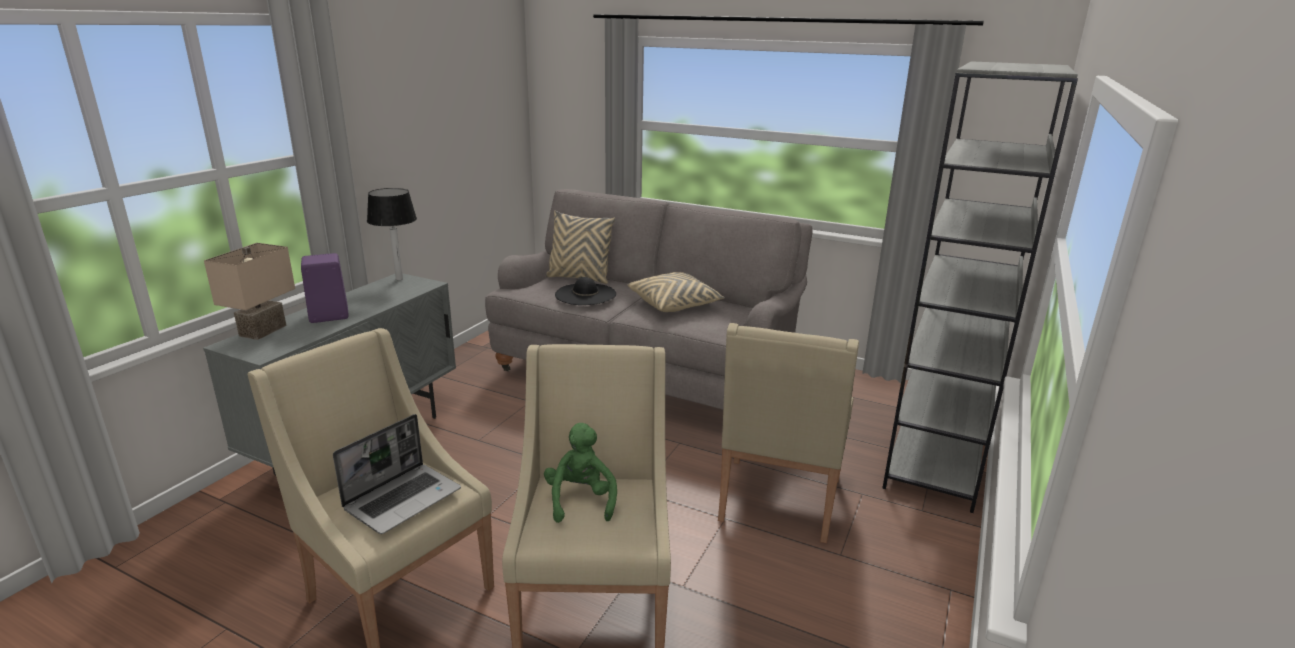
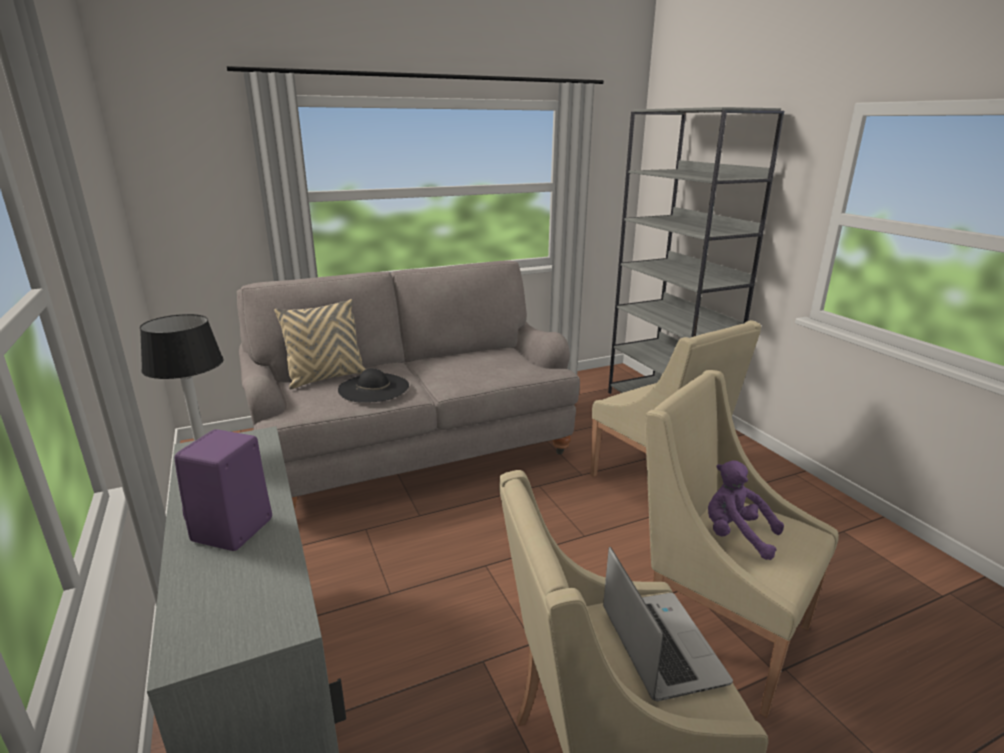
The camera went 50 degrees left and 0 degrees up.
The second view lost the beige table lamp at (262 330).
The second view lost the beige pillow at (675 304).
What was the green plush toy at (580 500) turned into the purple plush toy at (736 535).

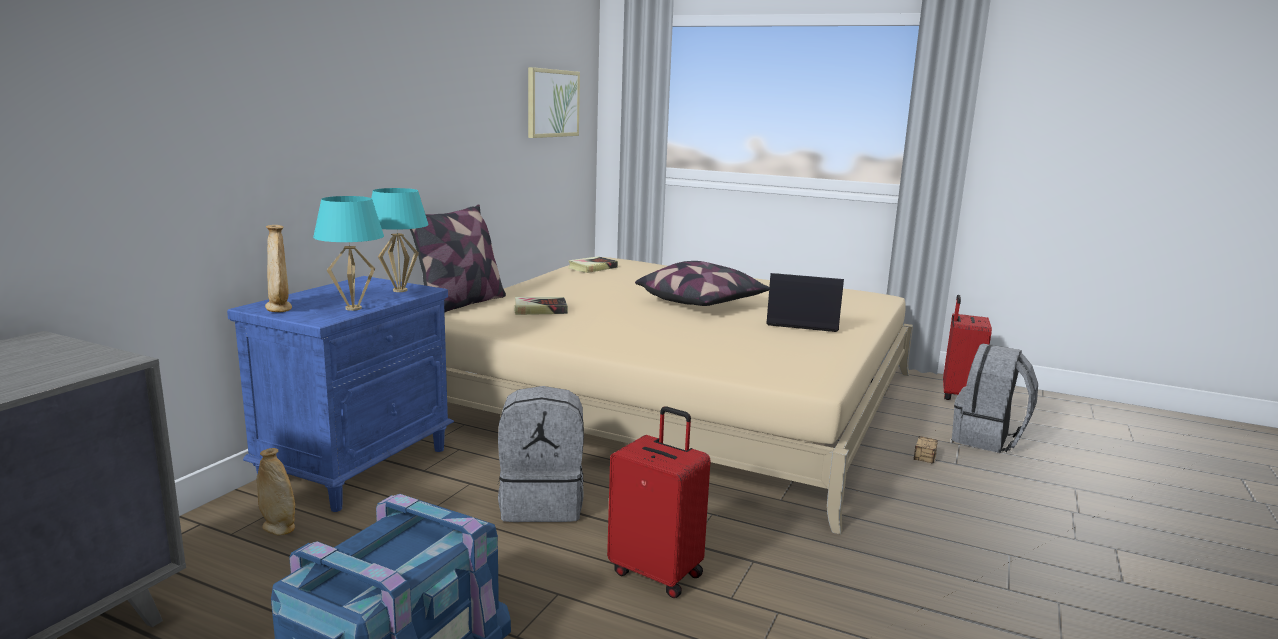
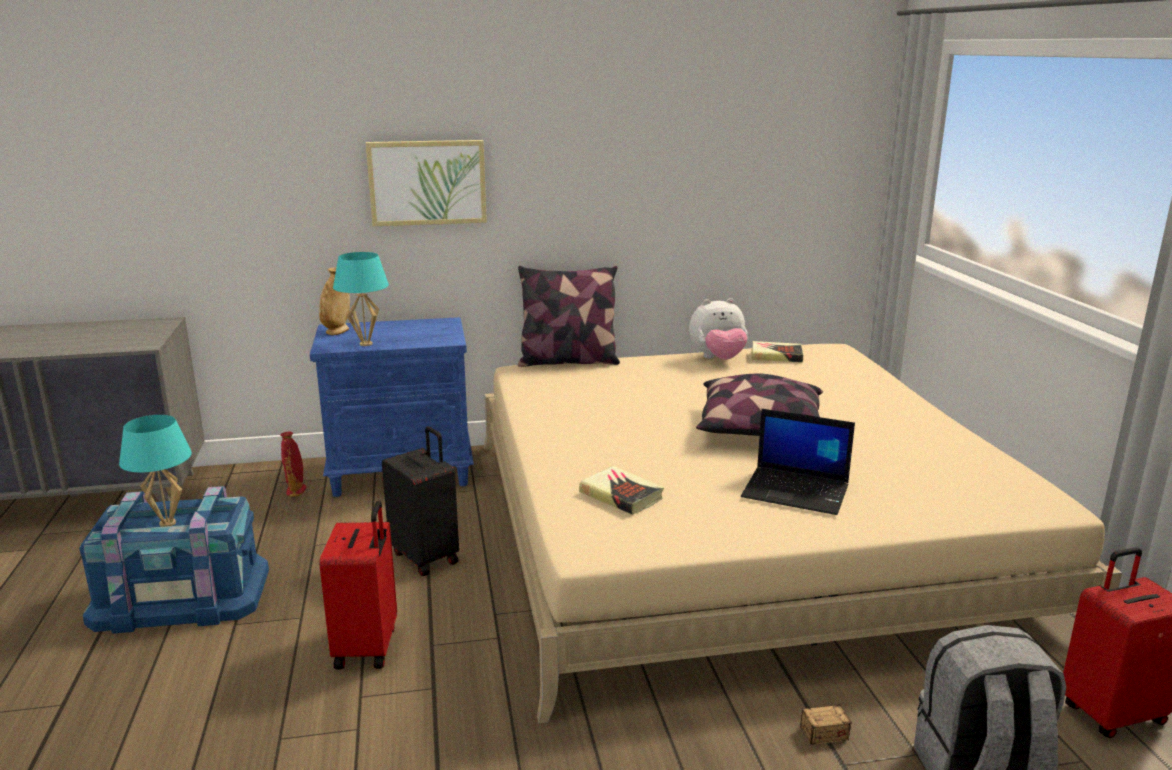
The camera went 55 degrees right and 5 degrees up.
The second view gained the plush toy at (718 359).
The turquoise table lamp ended up elsewhere, having gone from (400 290) to (168 523).
The book ended up elsewhere, having gone from (540 310) to (621 495).
The picture ended up elsewhere, having gone from (552 103) to (427 182).
Where the grey backpack stood at (542 503), the black suitcase came to stand at (426 557).
What was the beige vase at (278 528) turned into the red vase at (296 491).
The laptop at (801 322) ended up facing another way, 135 degrees clockwise from before.

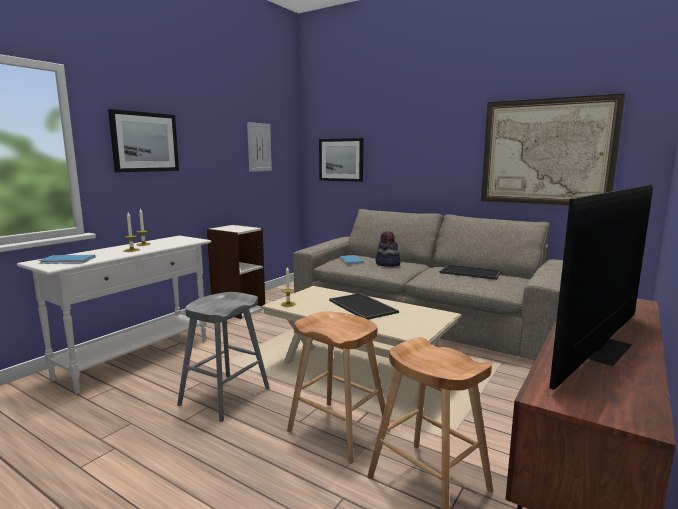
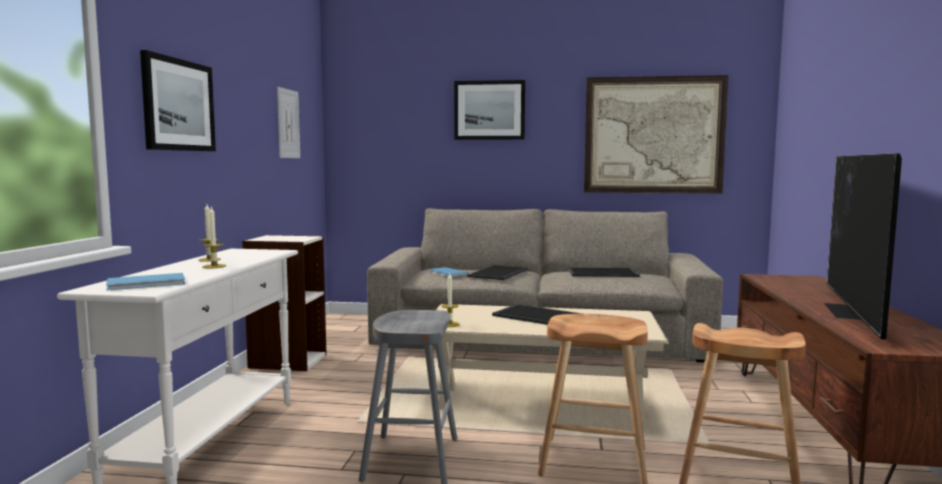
The camera went 25 degrees left and 5 degrees down.
The picture ended up elsewhere, having gone from (341 160) to (489 110).
Where the hat stood at (387 264), the tray came to stand at (498 273).

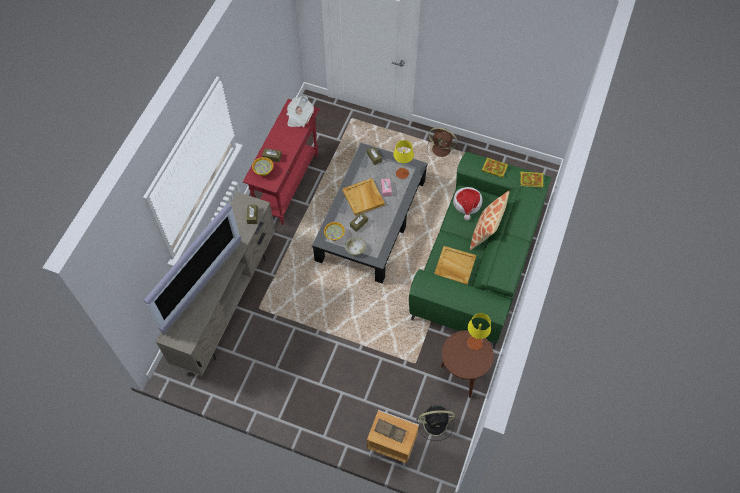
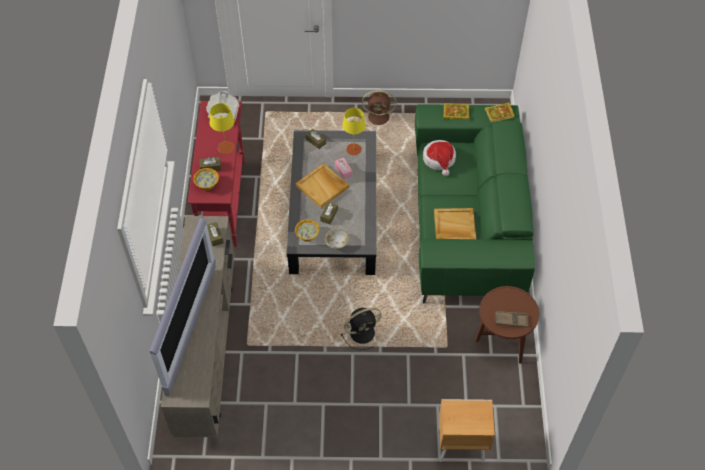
The camera went 20 degrees left and 5 degrees down.
The second view lost the pillow at (486 232).
The brown tray ended up elsewhere, having gone from (390 431) to (511 320).
The black fan ended up elsewhere, having gone from (436 424) to (363 332).
The yellow table lamp ended up elsewhere, having gone from (475 342) to (226 147).

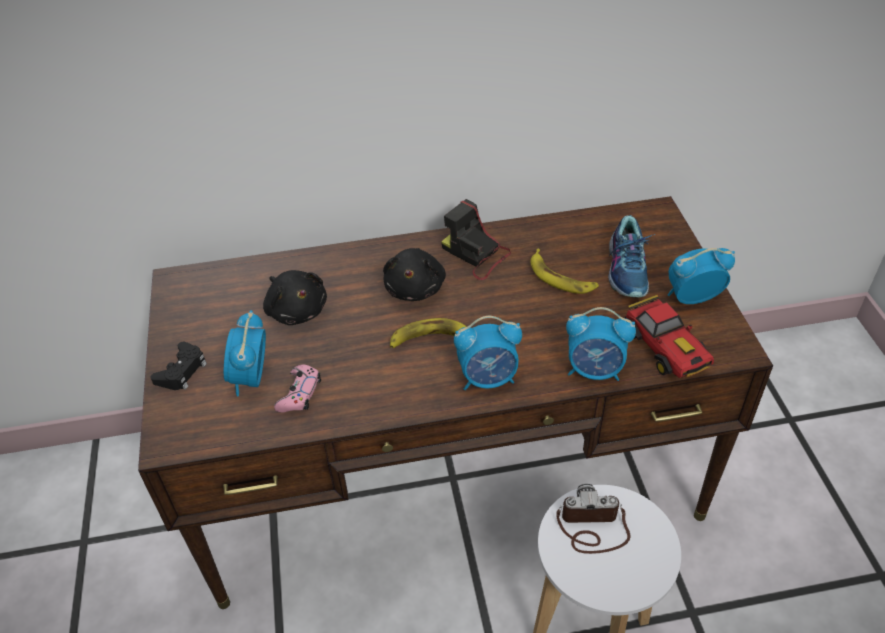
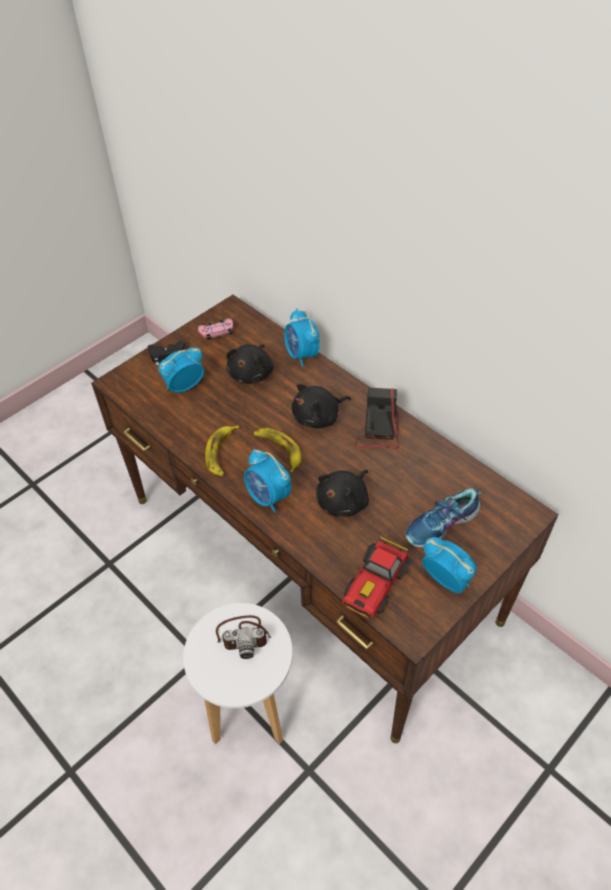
The camera went 55 degrees right and 5 degrees up.
The second view gained the black plush toy at (344 501).
The pink game controller ended up elsewhere, having gone from (299 394) to (217 332).
The banana ended up elsewhere, having gone from (561 278) to (221 453).
The alarm clock ended up elsewhere, having gone from (595 370) to (301 355).
The photo camera at (592 528) ended up facing another way, 120 degrees clockwise from before.

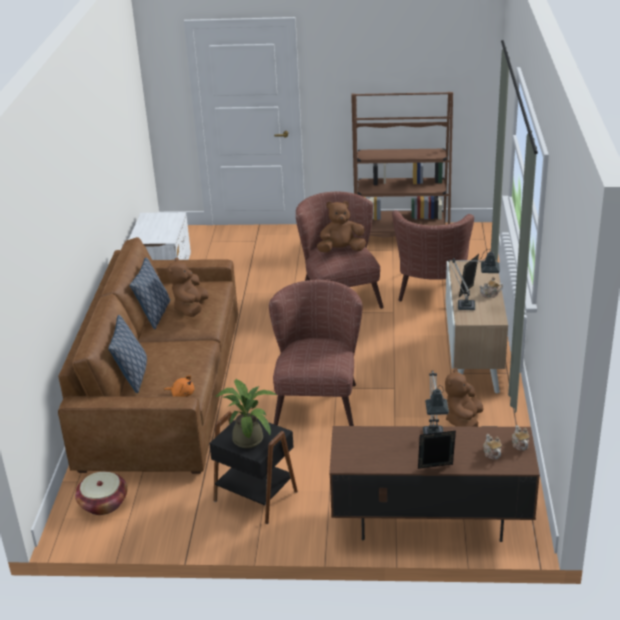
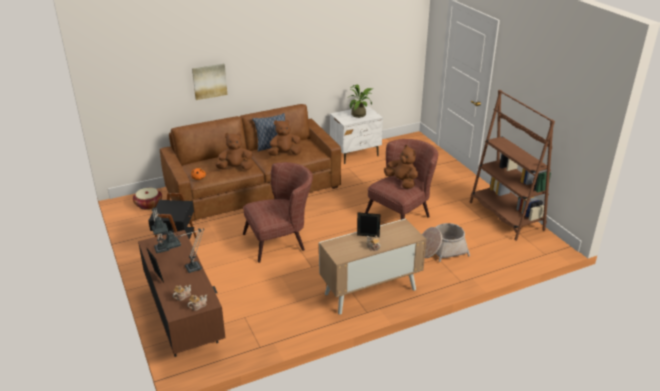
The camera went 60 degrees right and 0 degrees up.
The second view lost the pillow at (133 377).
The second view gained the picture at (209 81).
The potted plant ended up elsewhere, having gone from (248 437) to (360 114).
The brown plush toy ended up elsewhere, having gone from (463 422) to (235 168).
The table lamp ended up elsewhere, having gone from (471 306) to (162 251).
Where the brown armchair stood at (432 293), the basket came to stand at (441 250).

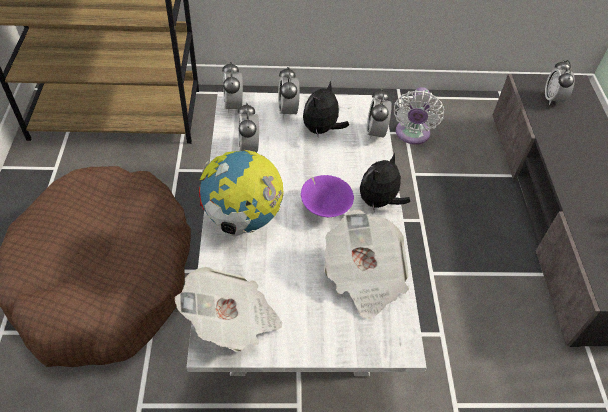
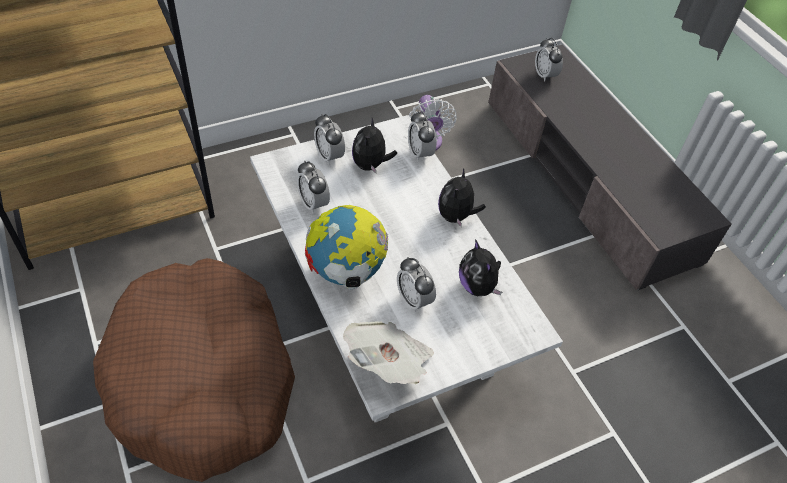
The camera went 25 degrees left and 0 degrees up.
The second view lost the purple bowl at (325 207).
The alarm clock ended up elsewhere, having gone from (233 106) to (414 300).
Where the newspaper stood at (364 277), the plush toy came to stand at (478 286).

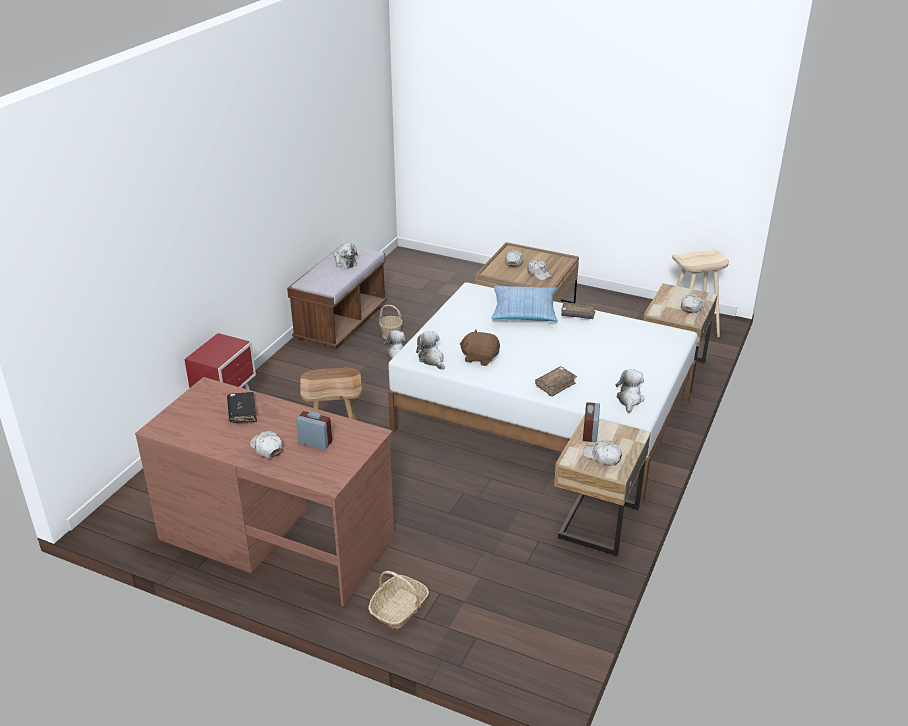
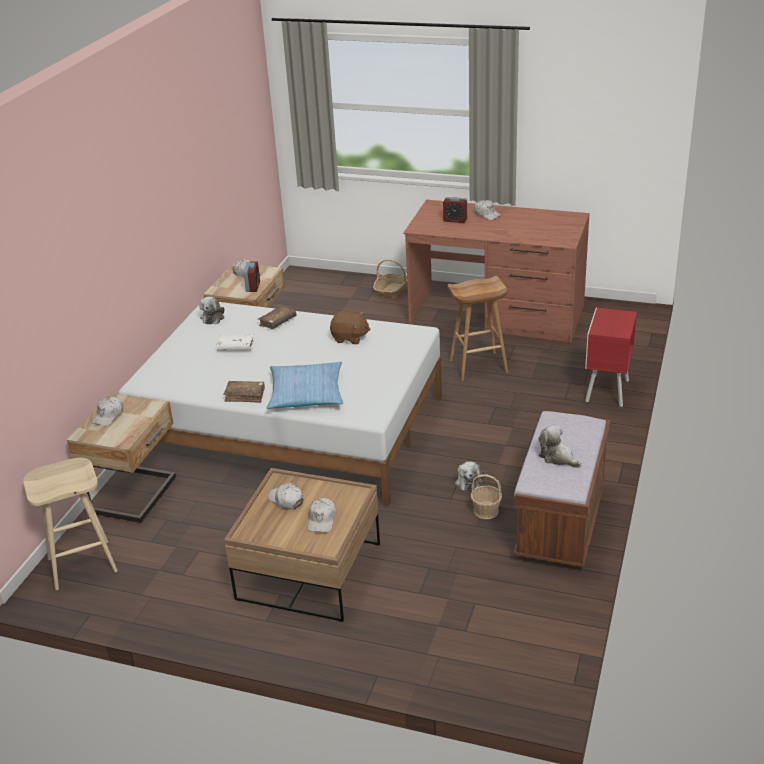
The camera went 175 degrees right and 0 degrees up.
The second view lost the black book at (242 412).
The second view lost the plush toy at (432 360).
The second view gained the white book at (236 347).

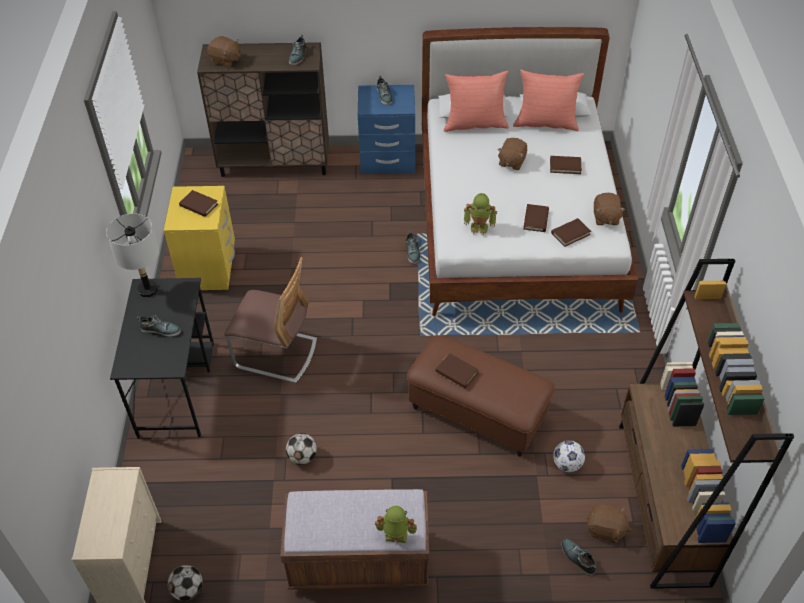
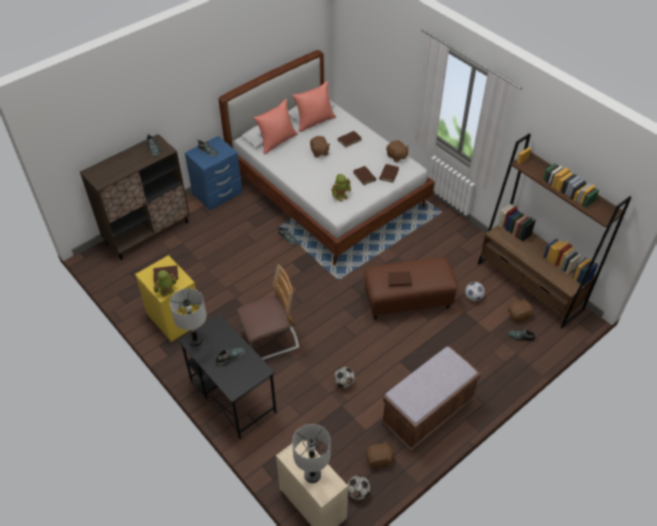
The camera went 40 degrees left and 0 degrees up.
The second view gained the grey table lamp at (312 475).
The brown plush toy ended up elsewhere, having gone from (226 60) to (379 460).
The toy robot ended up elsewhere, having gone from (395 537) to (167 292).

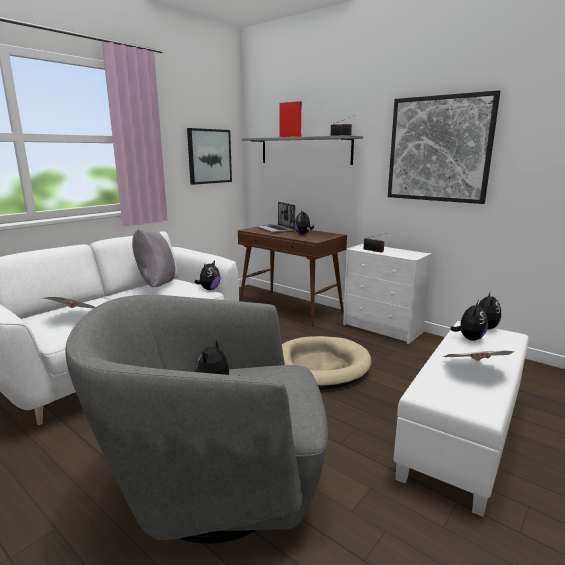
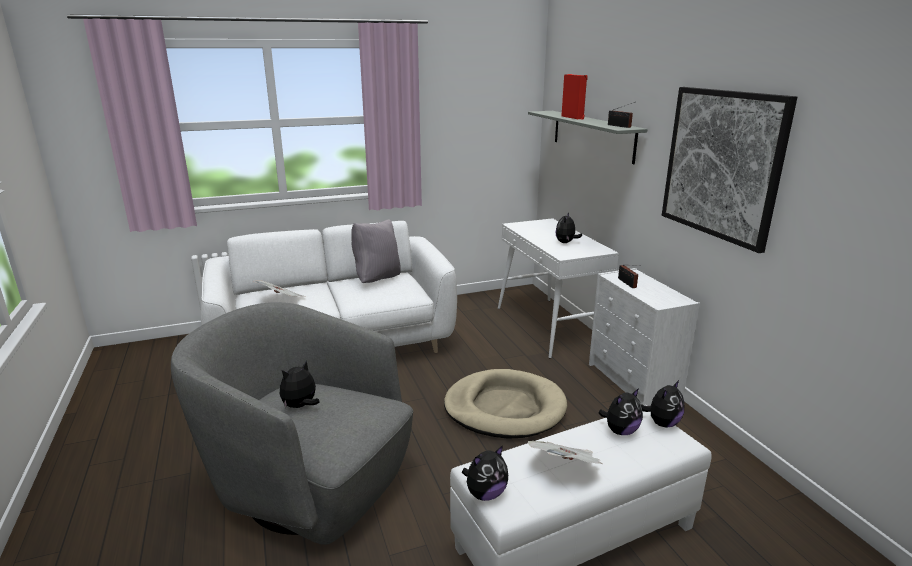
The camera went 30 degrees right and 5 degrees up.
The second view lost the picture at (209 156).
The second view lost the laptop at (276 229).
The plush toy ended up elsewhere, having gone from (209 289) to (485 493).
What was the brown console table at (290 307) turned into the white console table at (550 326).

